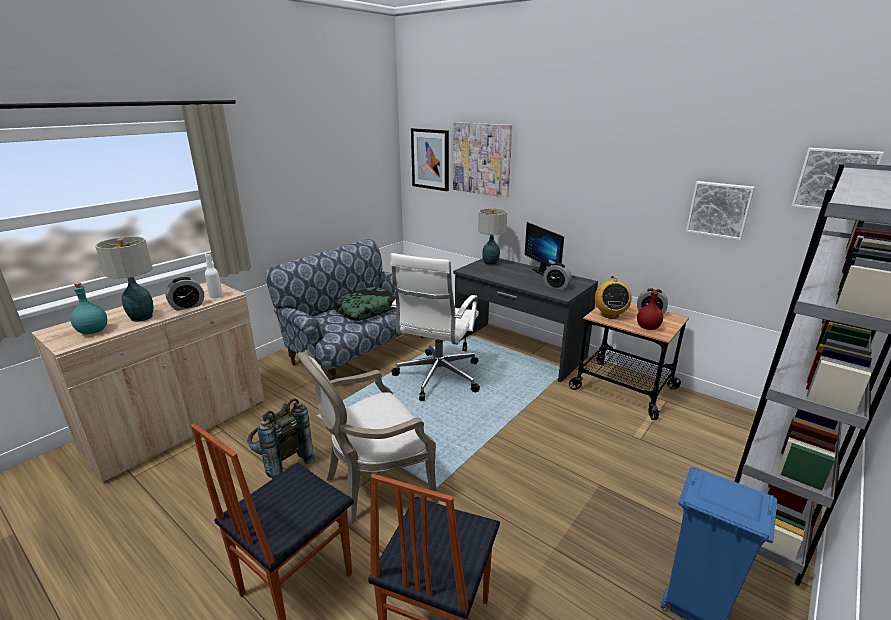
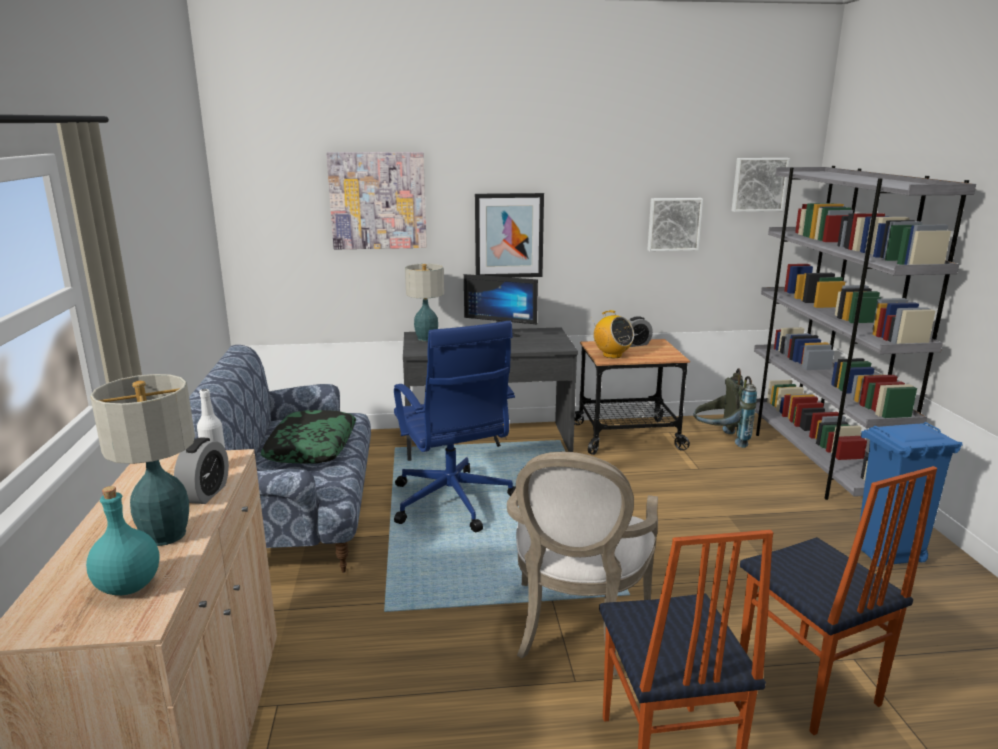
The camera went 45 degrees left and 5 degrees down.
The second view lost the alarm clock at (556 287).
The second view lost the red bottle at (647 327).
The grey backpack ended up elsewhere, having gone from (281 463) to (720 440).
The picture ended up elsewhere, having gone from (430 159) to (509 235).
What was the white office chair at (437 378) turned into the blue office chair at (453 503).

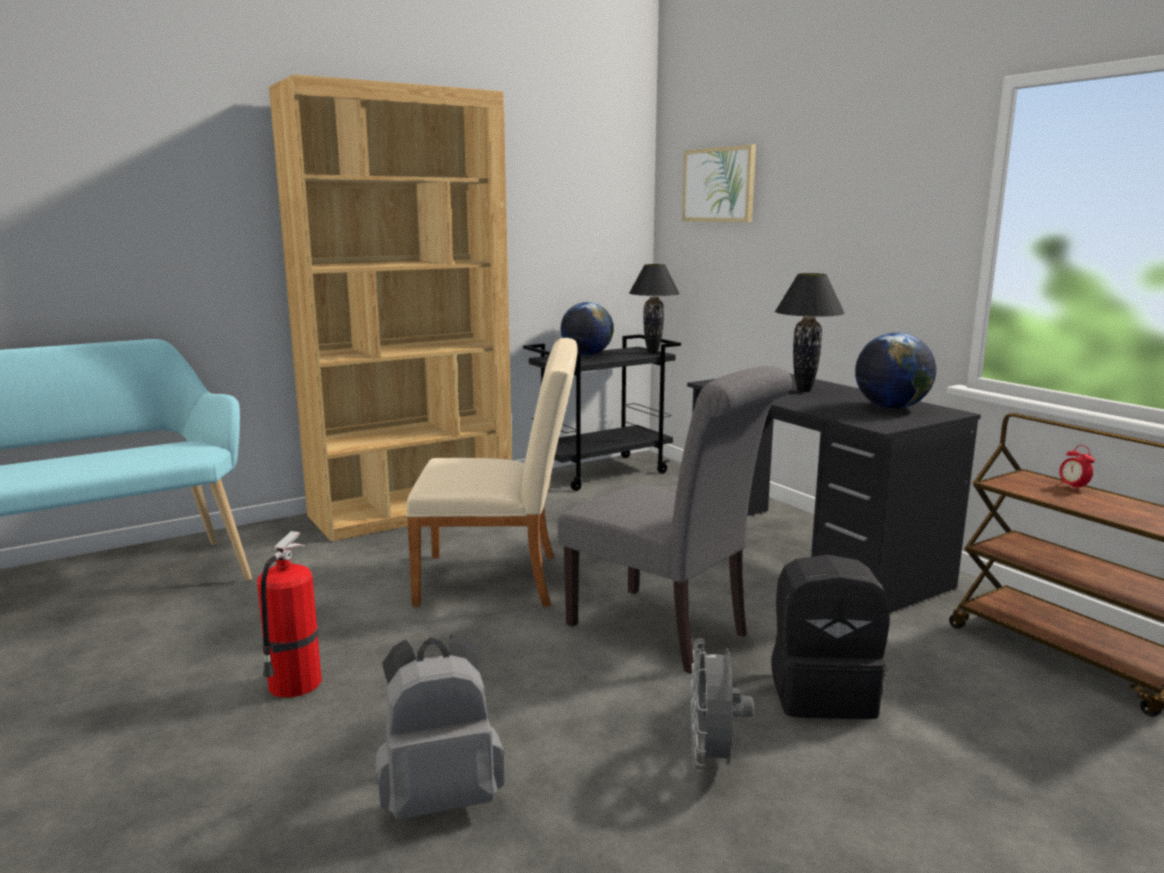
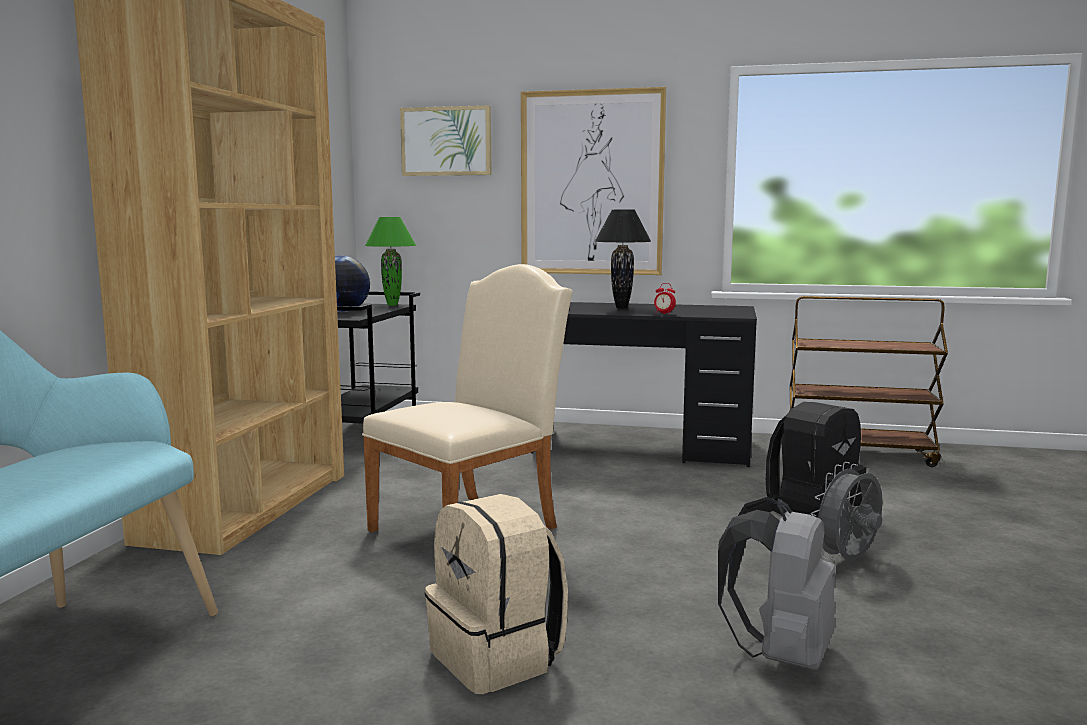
The camera went 45 degrees left and 5 degrees down.
The second view lost the grey chair at (666 632).
The second view lost the globe at (891 408).
The second view gained the picture at (591 183).
The alarm clock ended up elsewhere, having gone from (1073 487) to (664 314).
Where the fire extinguisher stood at (293 685), the beige backpack came to stand at (498 658).
What was the black table lamp at (653 352) turned into the green table lamp at (392 305).
The grey fan at (712 760) ended up facing another way, 90 degrees clockwise from before.

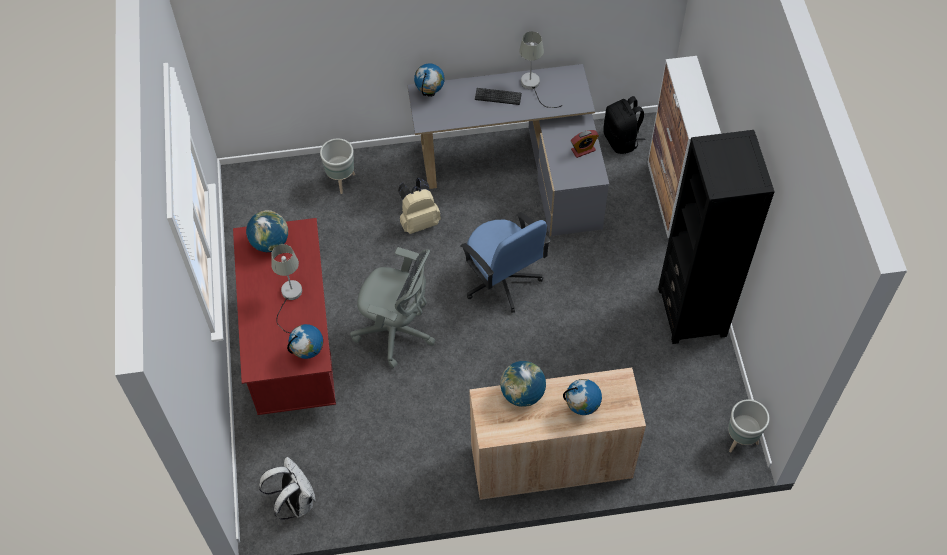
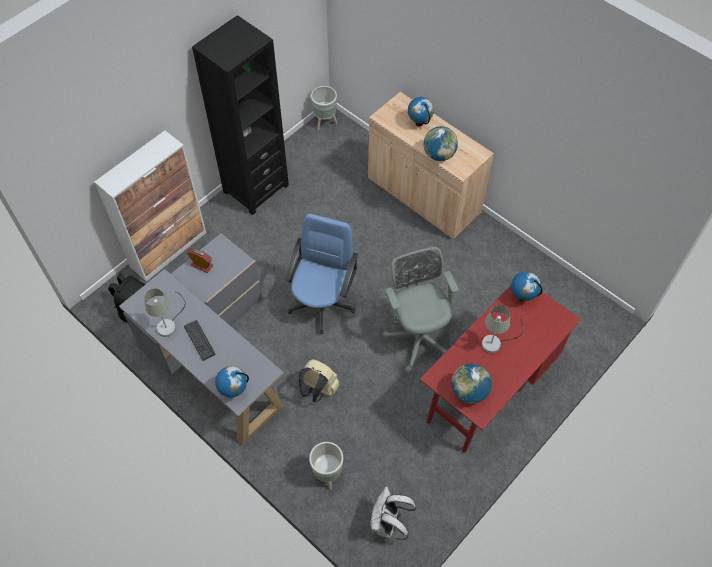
The camera went 130 degrees left and 0 degrees up.
The white backpack ended up elsewhere, having gone from (295 502) to (388 524).

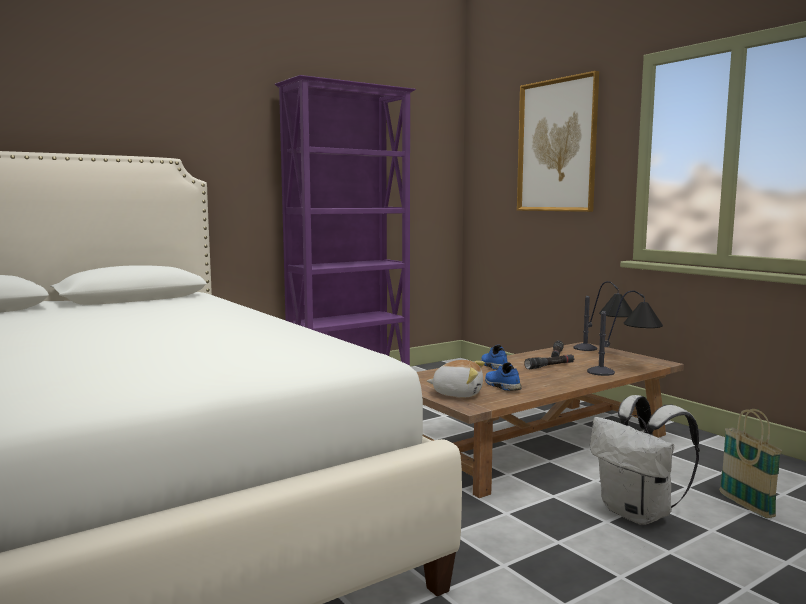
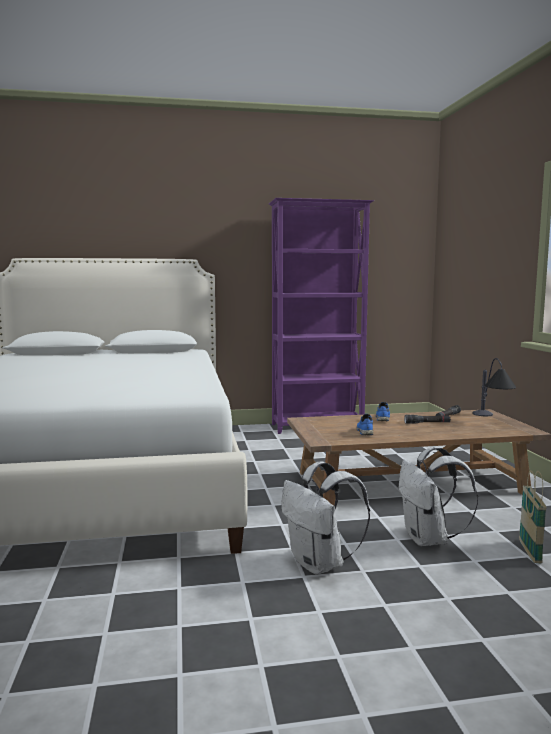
The camera went 25 degrees right and 0 degrees up.
The second view lost the plush toy at (457 393).
The second view lost the picture at (557 146).
The second view lost the table lamp at (625 370).
The second view gained the white backpack at (320 564).

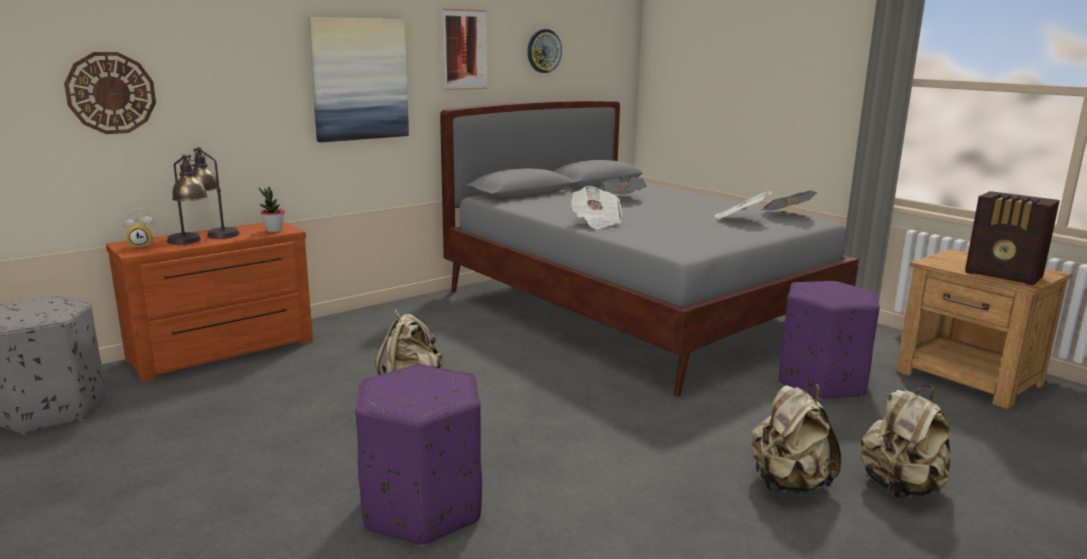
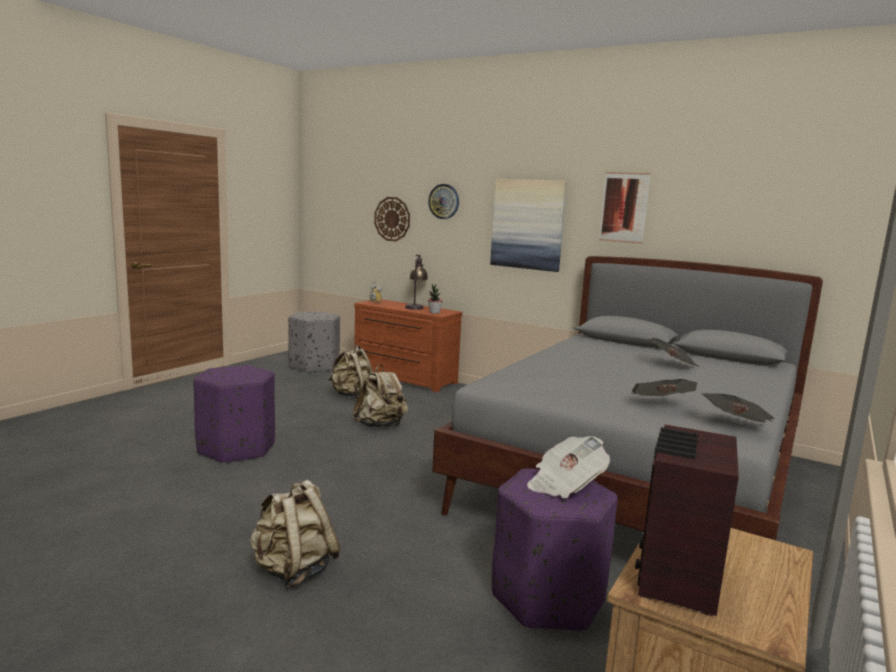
The camera went 70 degrees right and 5 degrees down.
The second view lost the table lamp at (190 242).
The wall clock ended up elsewhere, having gone from (543 51) to (444 201).
The newspaper ended up elsewhere, having gone from (596 222) to (565 485).
The beige backpack ended up elsewhere, having gone from (901 488) to (352 396).

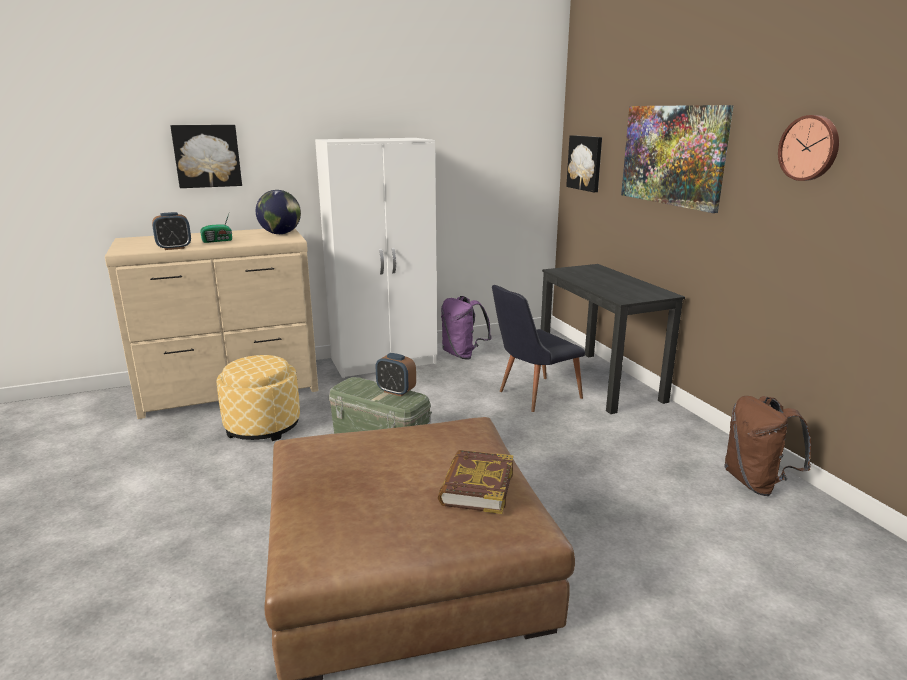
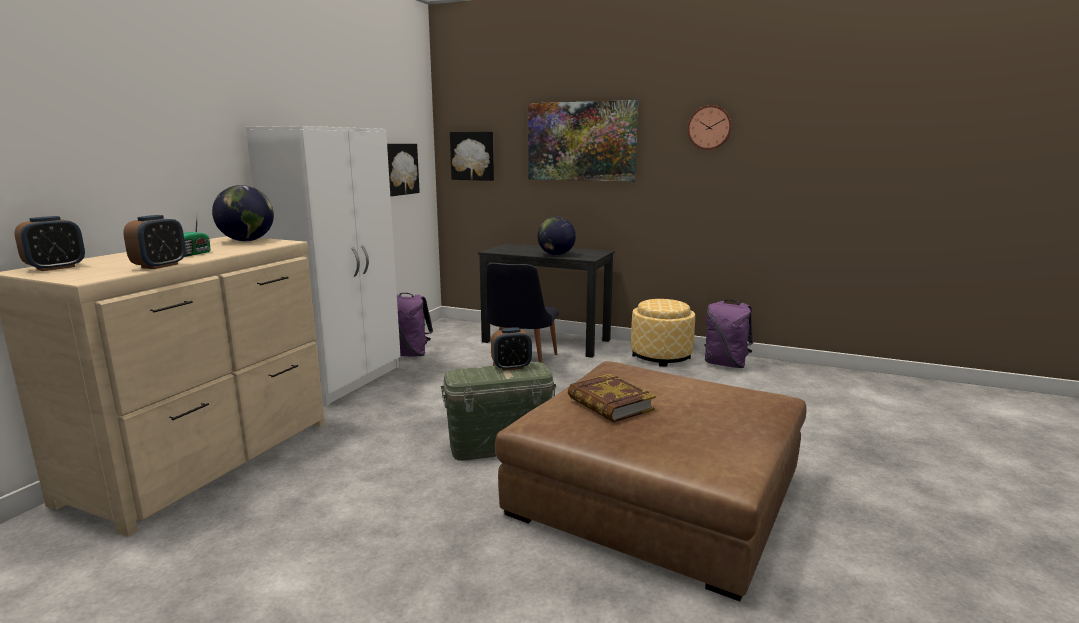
The camera went 45 degrees left and 5 degrees down.
The second view gained the alarm clock at (56 268).
The second view gained the globe at (556 255).
The picture ended up elsewhere, having gone from (207 156) to (400 169).
The ottoman ended up elsewhere, having gone from (262 426) to (661 356).
The book ended up elsewhere, having gone from (476 487) to (609 404).
What was the brown backpack at (756 483) turned into the purple backpack at (726 364).

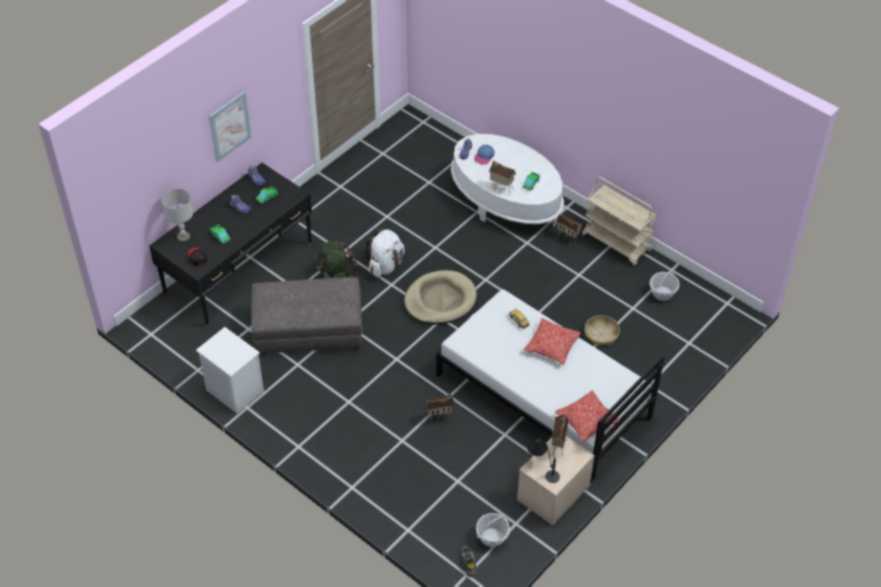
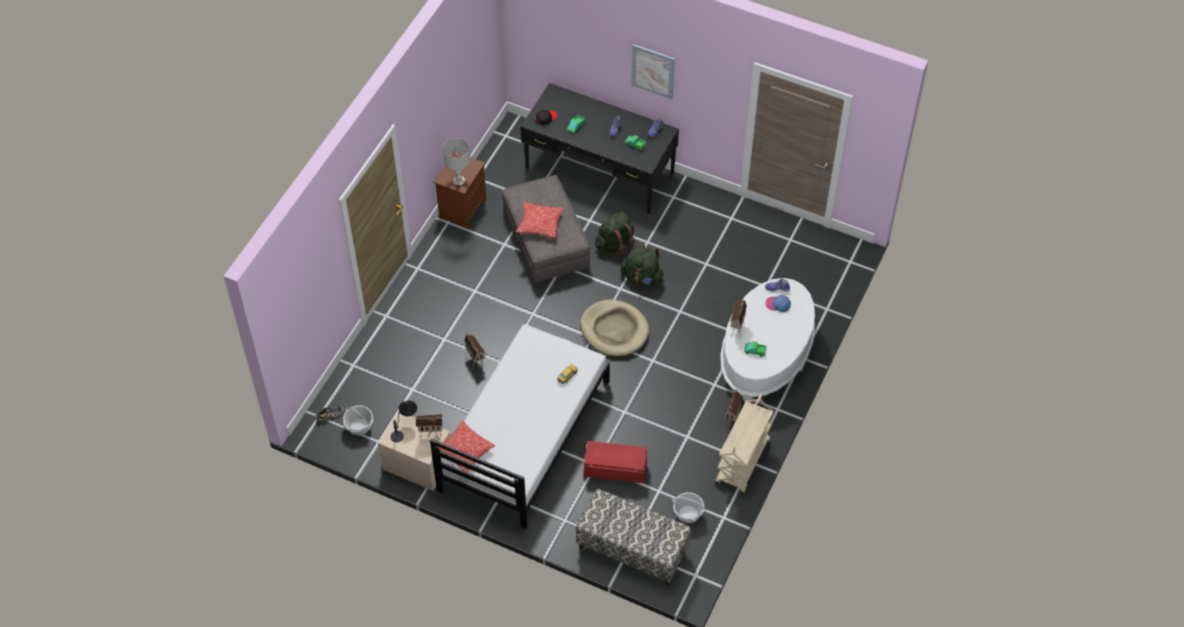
The camera went 75 degrees right and 5 degrees up.
The second view gained the bench at (632 550).
The grey table lamp ended up elsewhere, having gone from (184 237) to (459 182).
The pillow ended up elsewhere, having gone from (551 346) to (540 224).
Where the basket stood at (601 334), the red storage box came to stand at (615 469).
What was the white nightstand at (233 391) turned into the brown nightstand at (462 208).
What was the white backpack at (386 265) turned into the green backpack at (642 278).

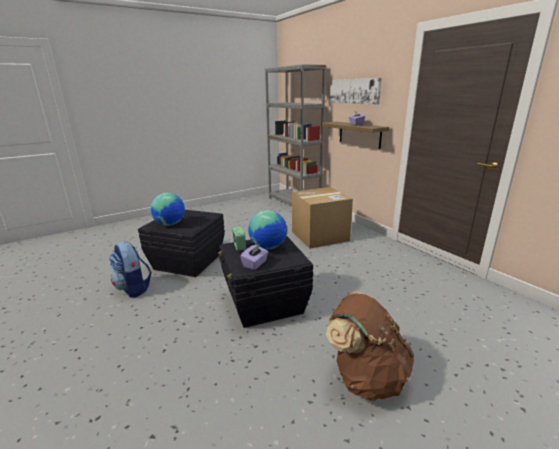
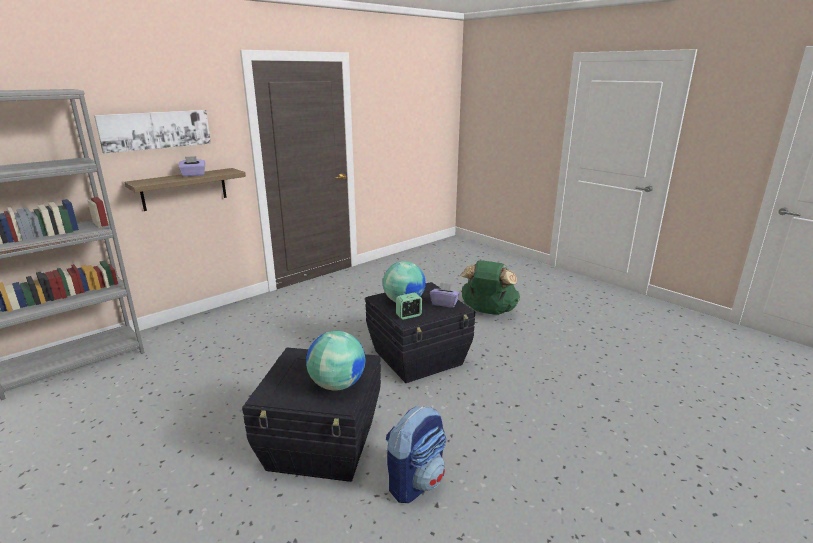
The camera went 100 degrees left and 0 degrees up.
The second view lost the cardboard box at (319 236).
What was the brown backpack at (366 376) turned into the green backpack at (488 311).

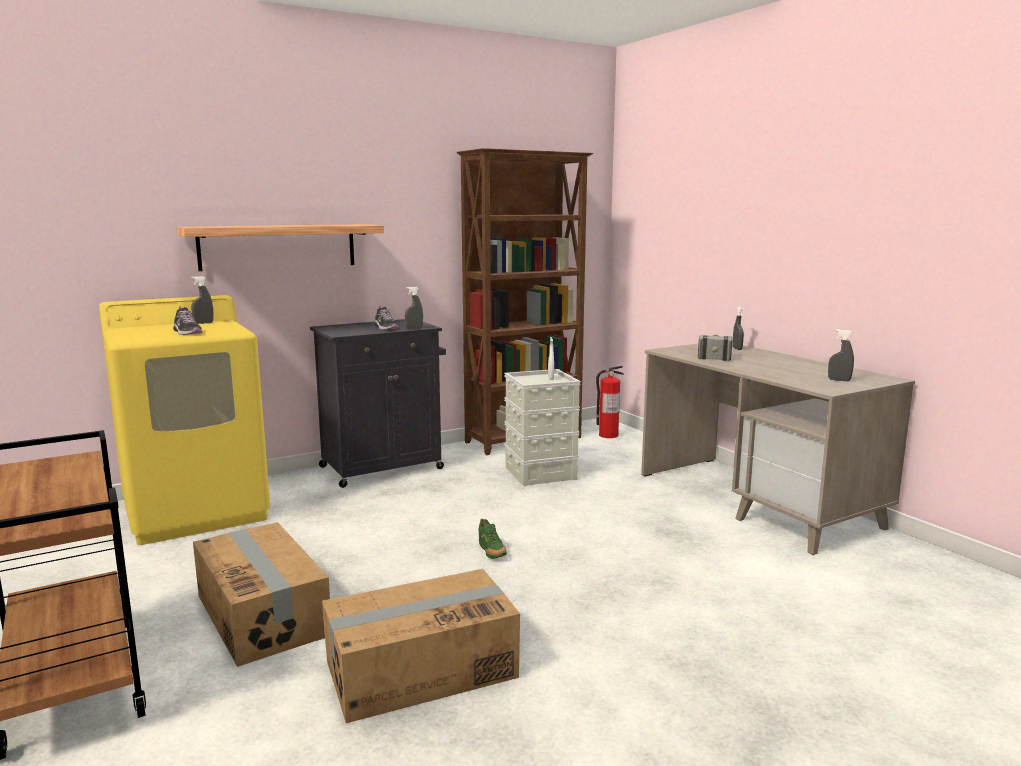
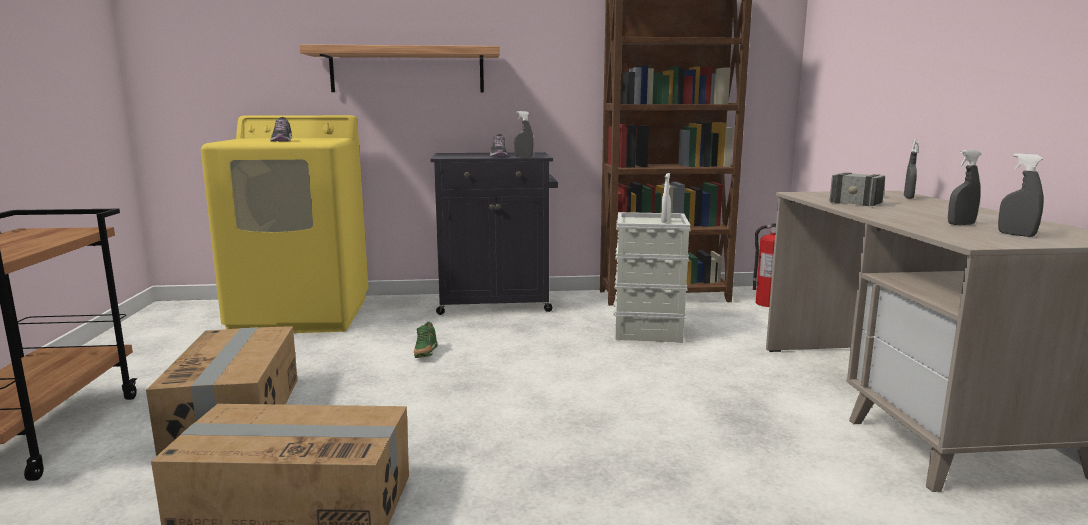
The camera went 25 degrees right and 0 degrees up.
The grey spray bottle ended up elsewhere, having gone from (203 323) to (961 224).
The green shoe ended up elsewhere, having gone from (491 552) to (425 354).

